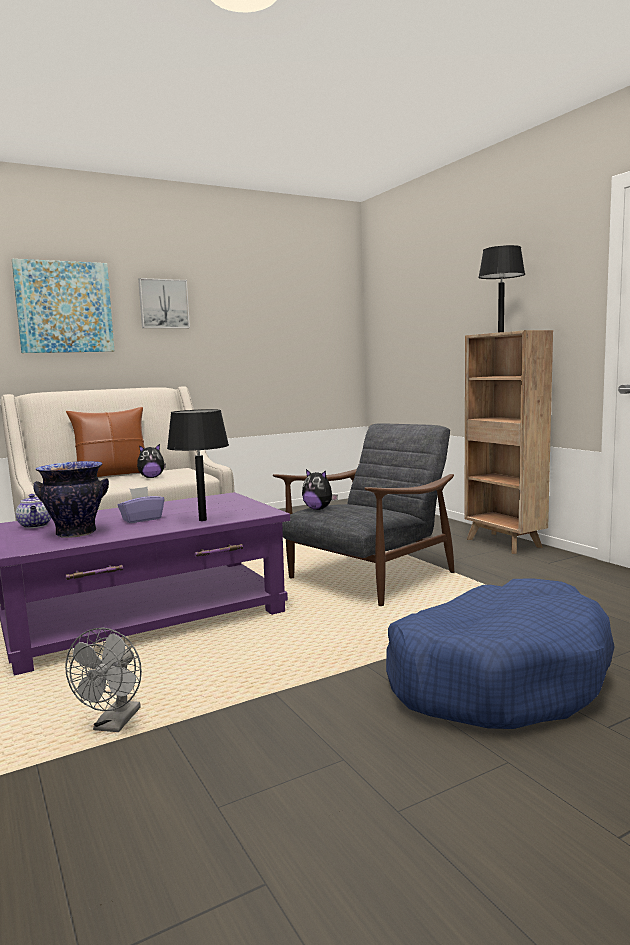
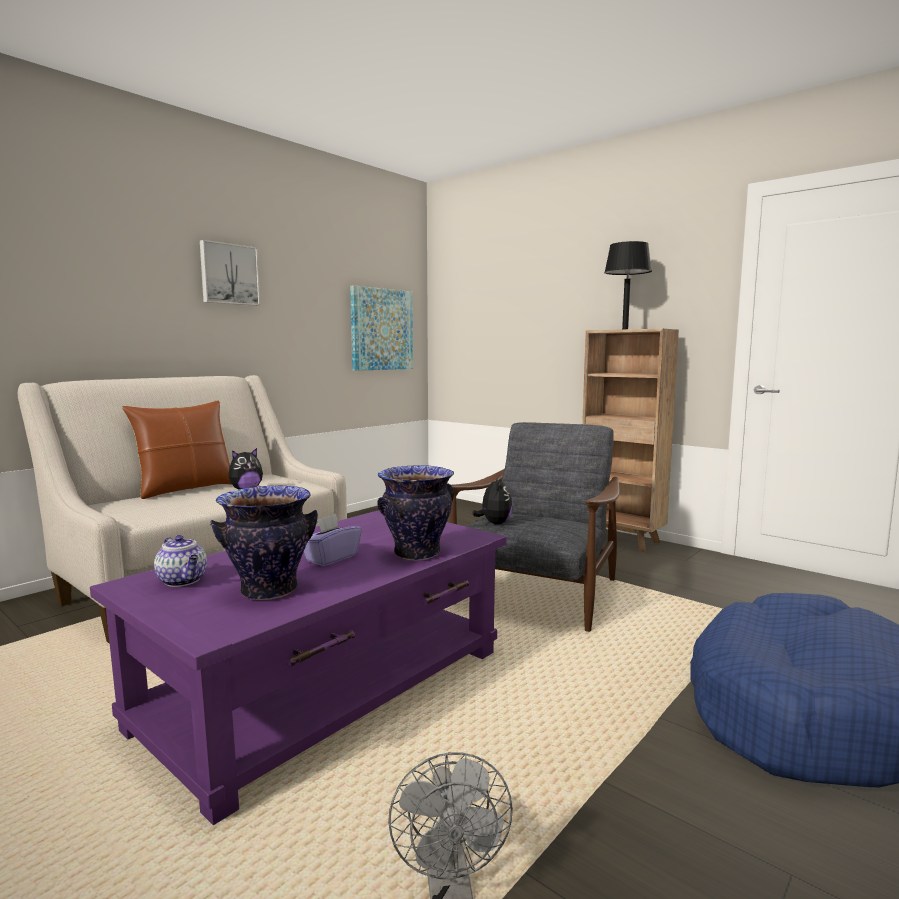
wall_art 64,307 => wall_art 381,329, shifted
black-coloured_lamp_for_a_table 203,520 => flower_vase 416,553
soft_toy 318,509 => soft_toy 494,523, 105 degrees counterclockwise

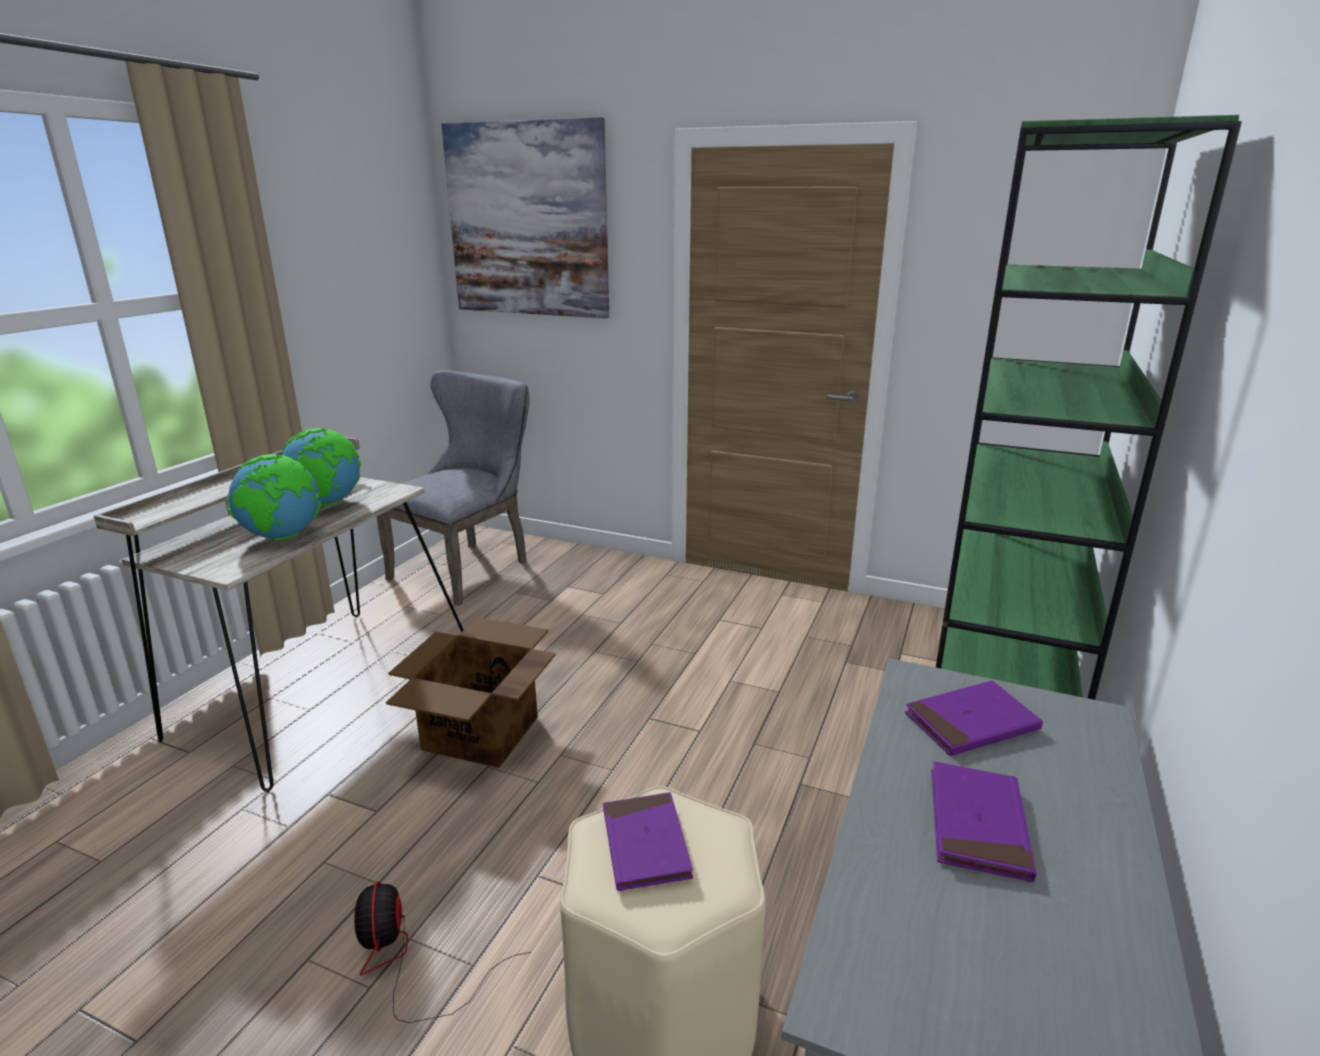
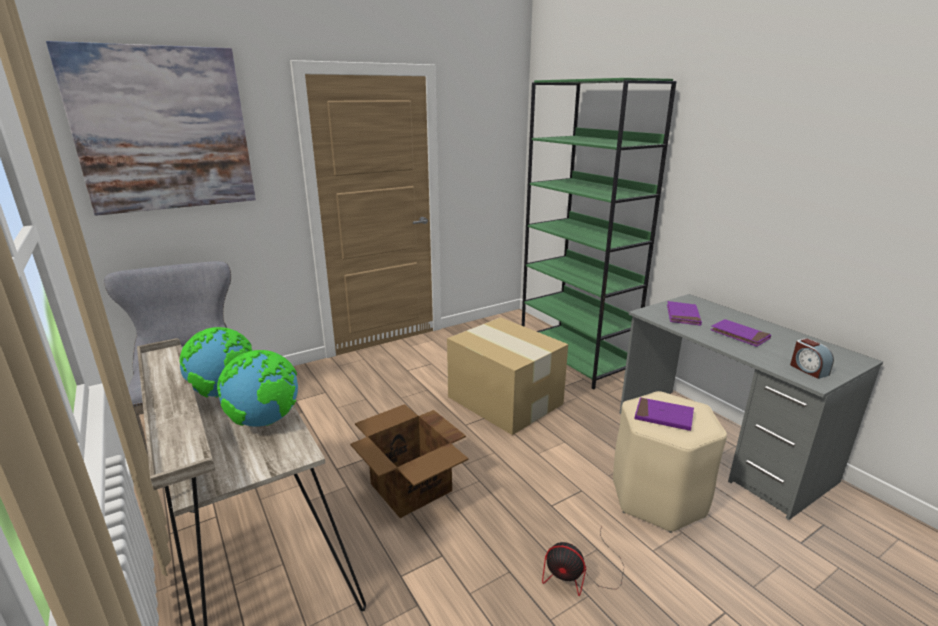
nothing => cardboard_box 505,401
nothing => table_clock 808,370

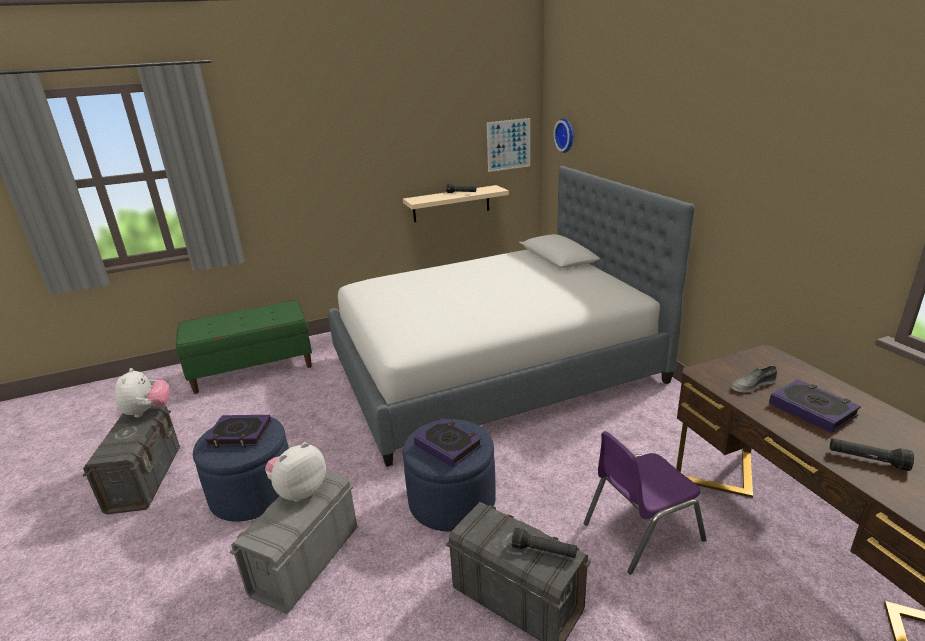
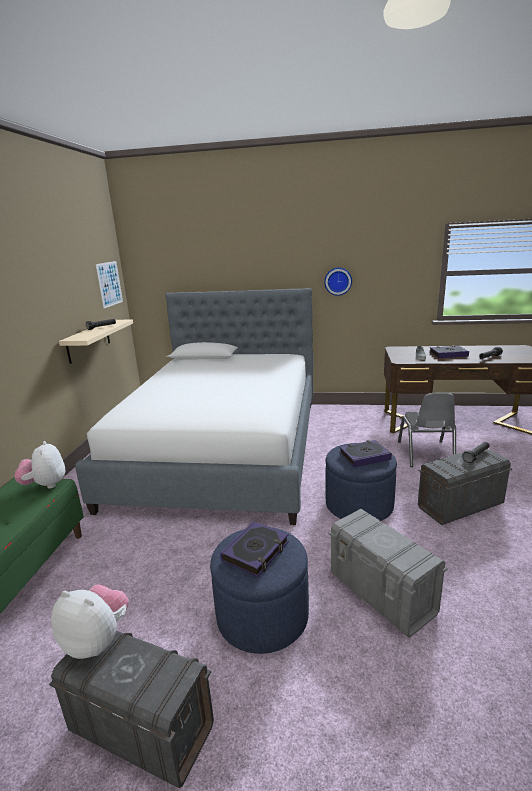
soft_toy 299,491 => soft_toy 45,485, shifted
wall_clock 566,135 => wall_clock 338,281, shifted
purple_upright_chair 641,531 => greyish_upright_chair 425,454

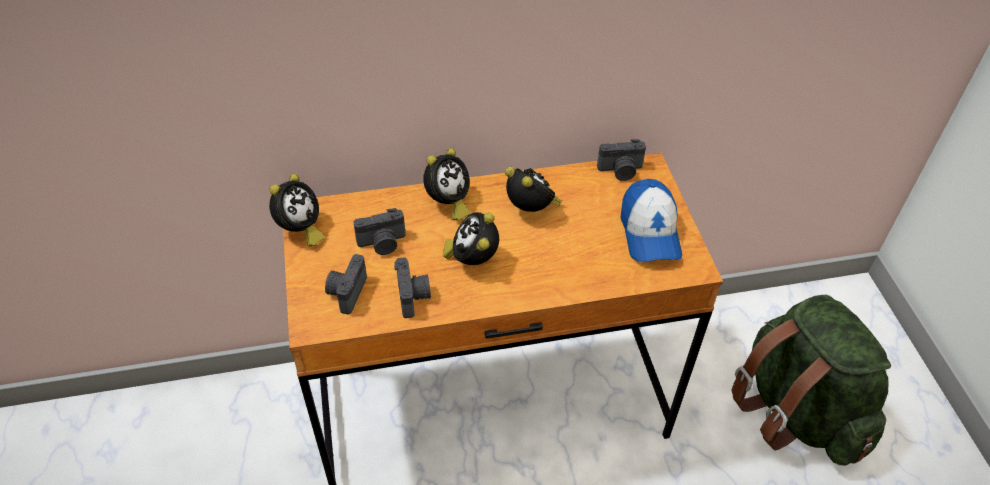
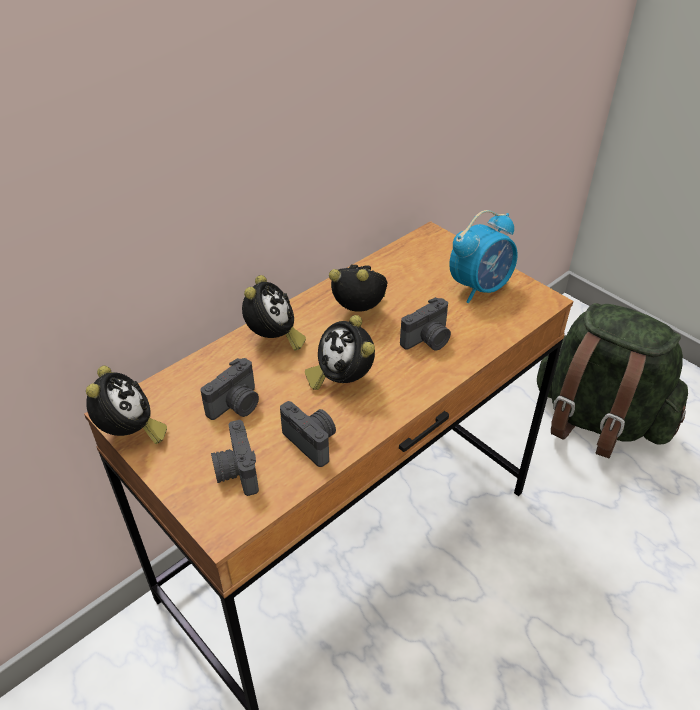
still_camera 620,171 => still_camera 428,340, shifted
peaked_cap 649,232 => table_clock 480,287

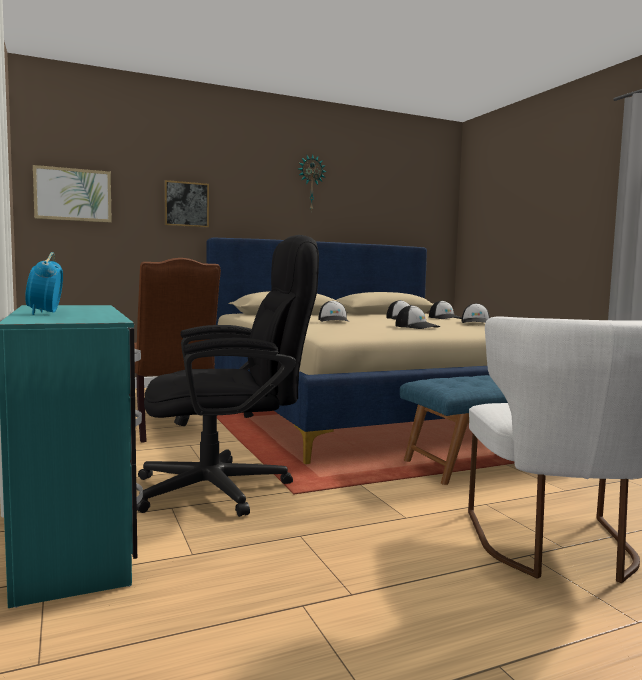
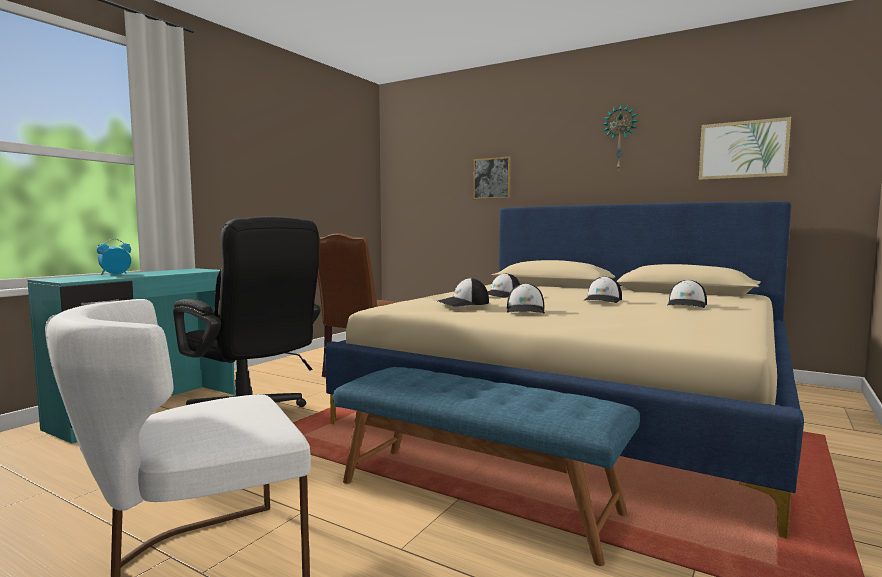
wall_art 73,194 => wall_art 743,150, shifted
peaked_cap 476,322 => peaked_cap 463,303, shifted

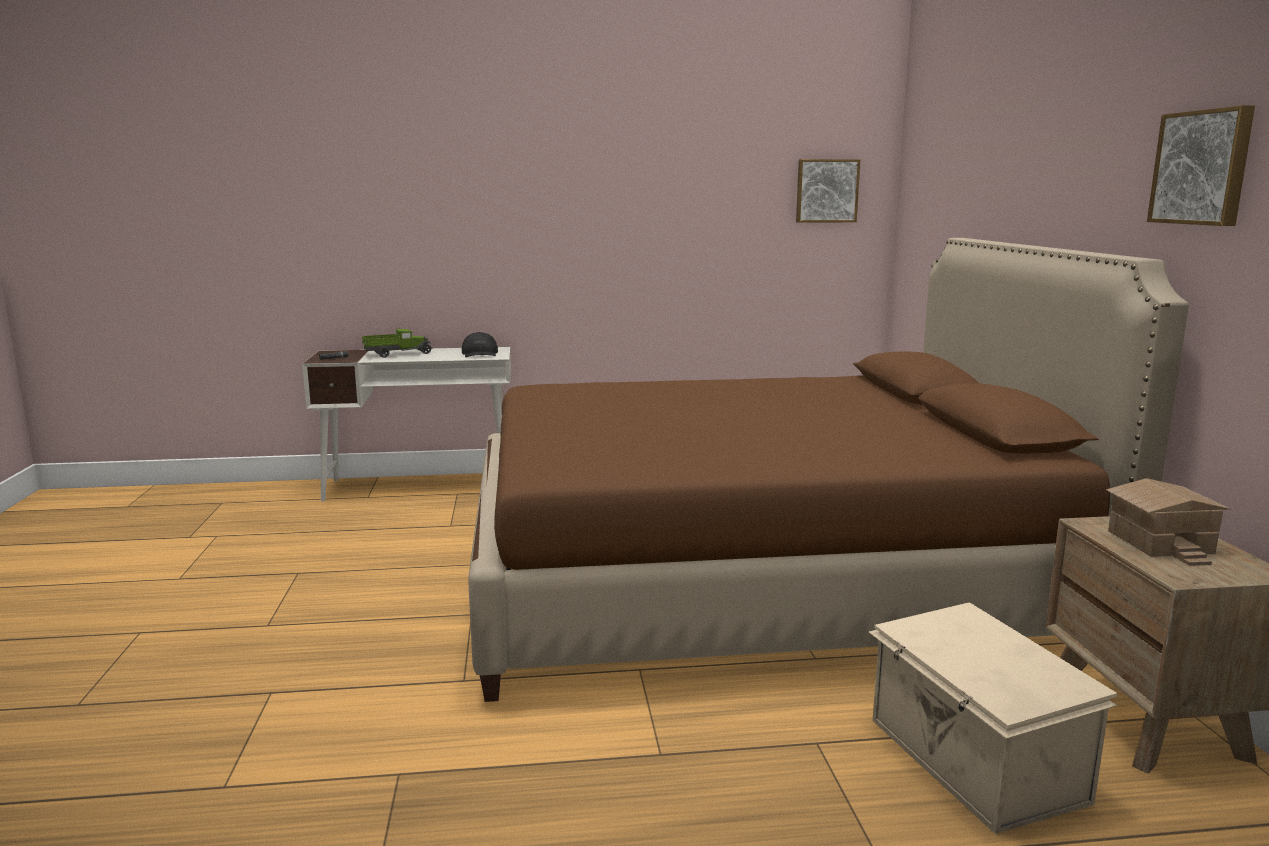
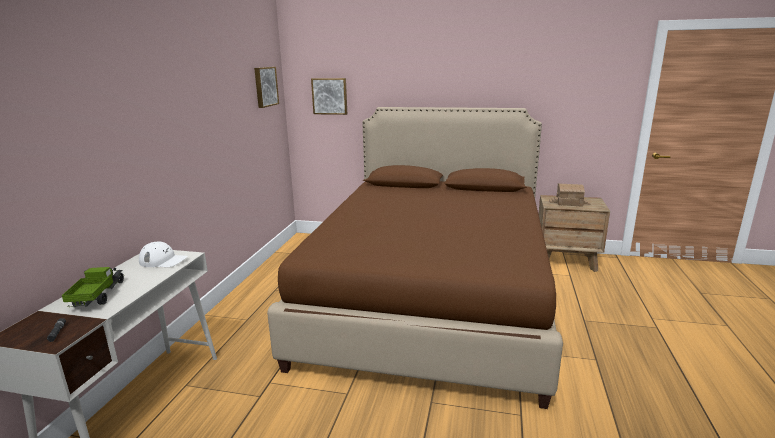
black-coloured_peaked_cap 480,354 => white-coloured_peaked_cap 163,260
beige-coloured_storage_container 973,761 => nothing
wall_art 1203,167 => wall_art 330,96, shifted

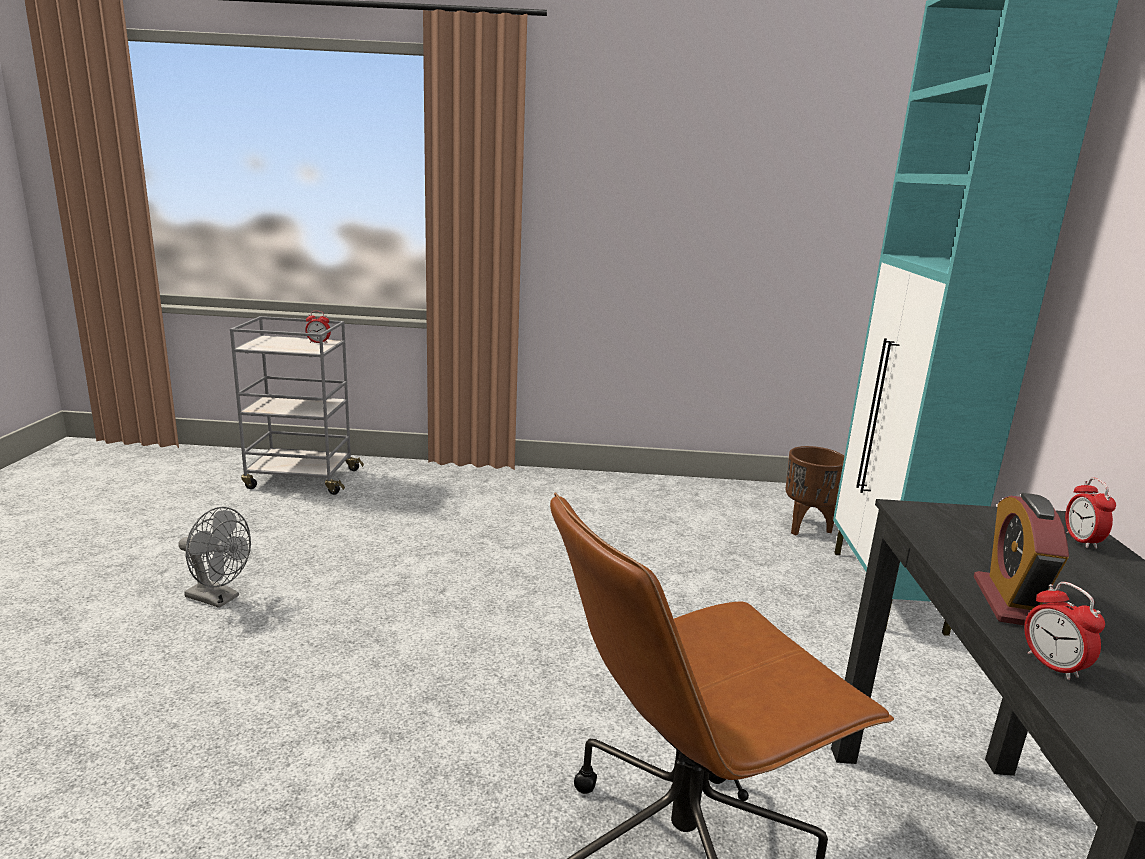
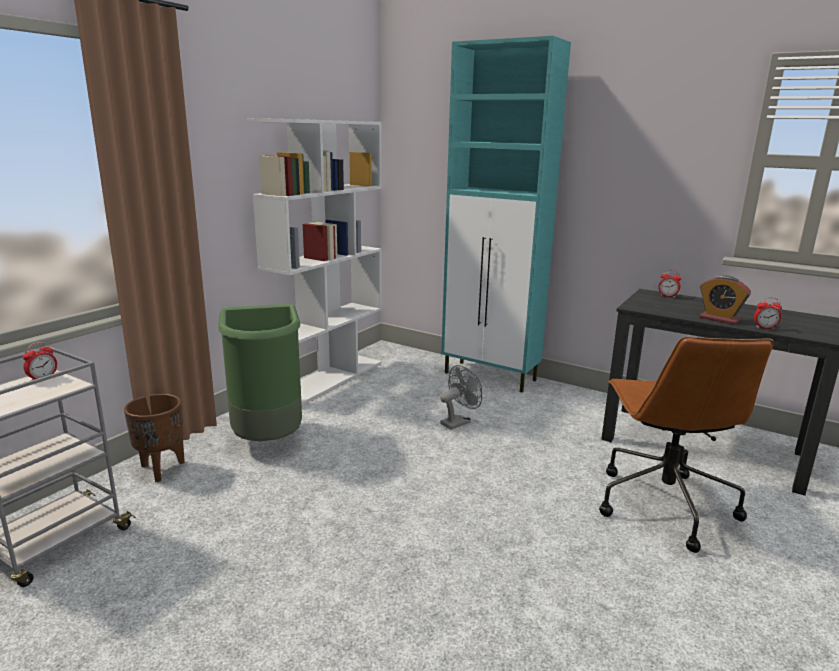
greyish_electric_fan 219,598 => greyish_electric_fan 459,422, shifted
brown_planter 806,527 => brown_planter 161,469, shifted
nothing => green_trash_can 268,438
nothing => white-coloured_shelving_unit 328,379

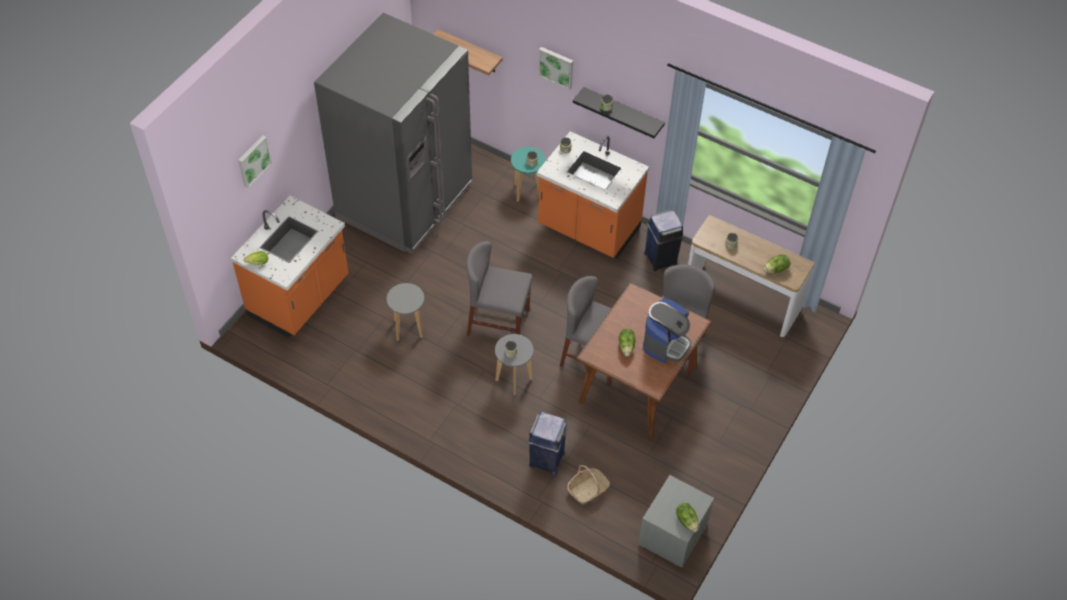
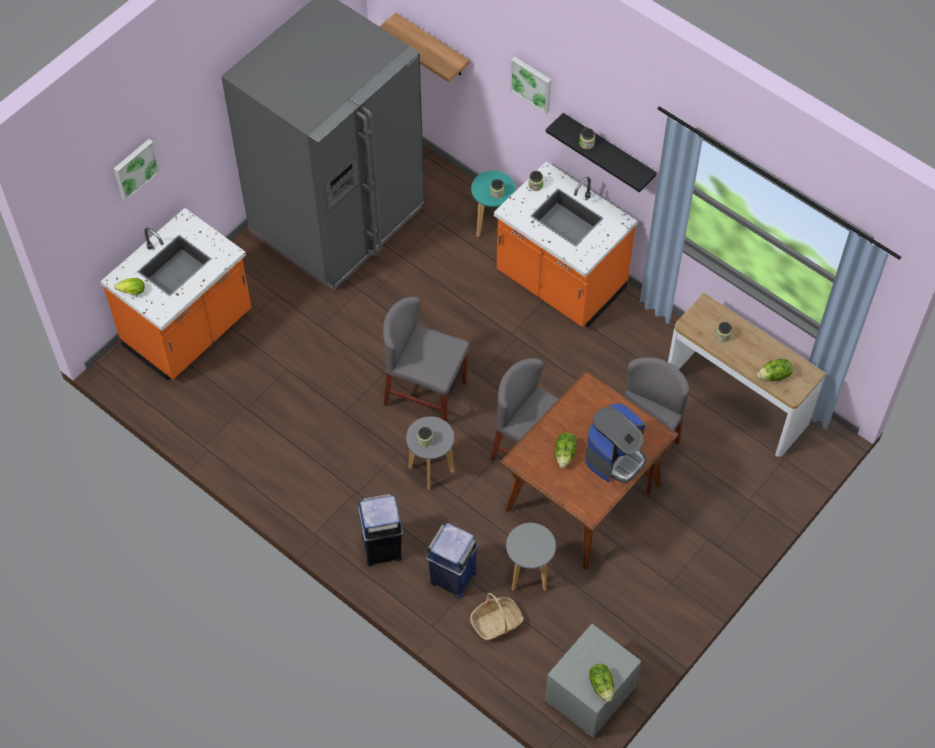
greyish_stool_seat 408,328 => greyish_stool_seat 528,574, shifted
bluish_trash_can 661,258 => bluish_trash_can 383,548, shifted

